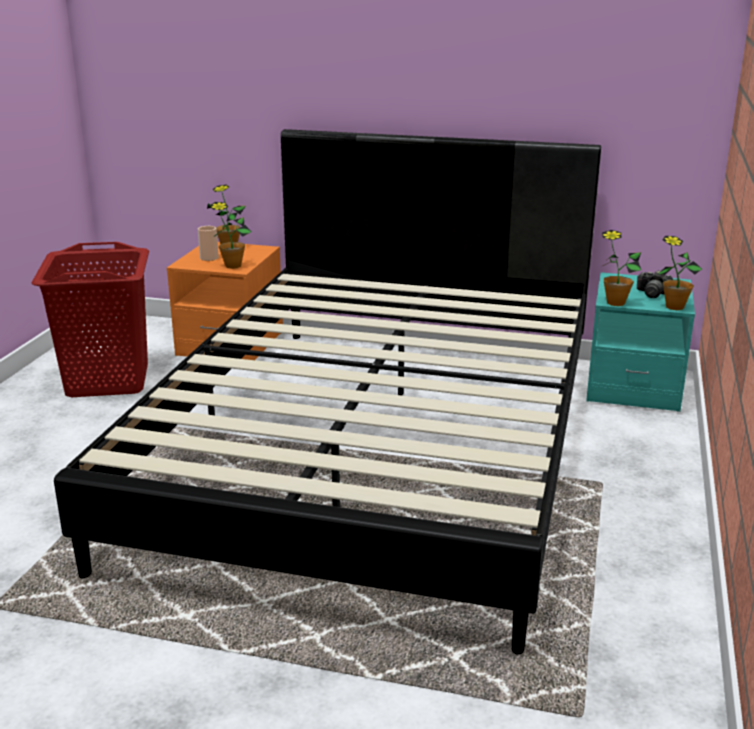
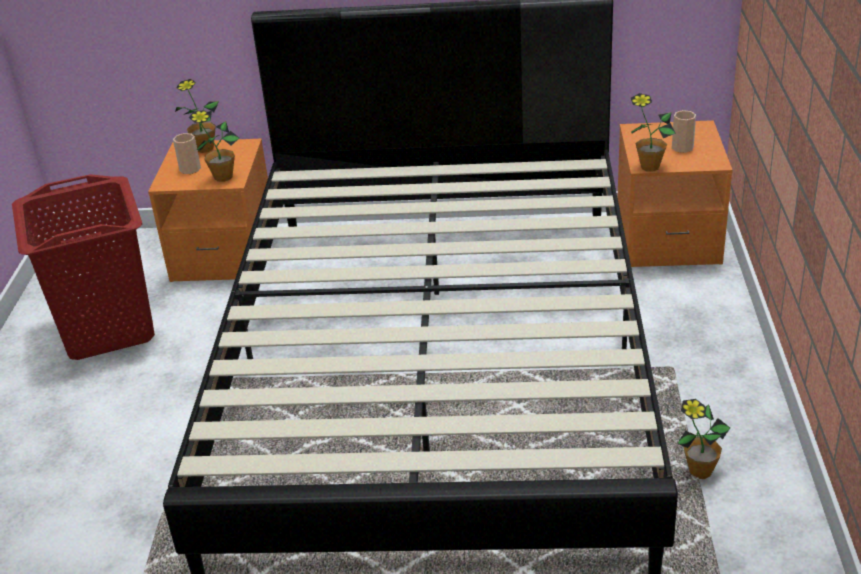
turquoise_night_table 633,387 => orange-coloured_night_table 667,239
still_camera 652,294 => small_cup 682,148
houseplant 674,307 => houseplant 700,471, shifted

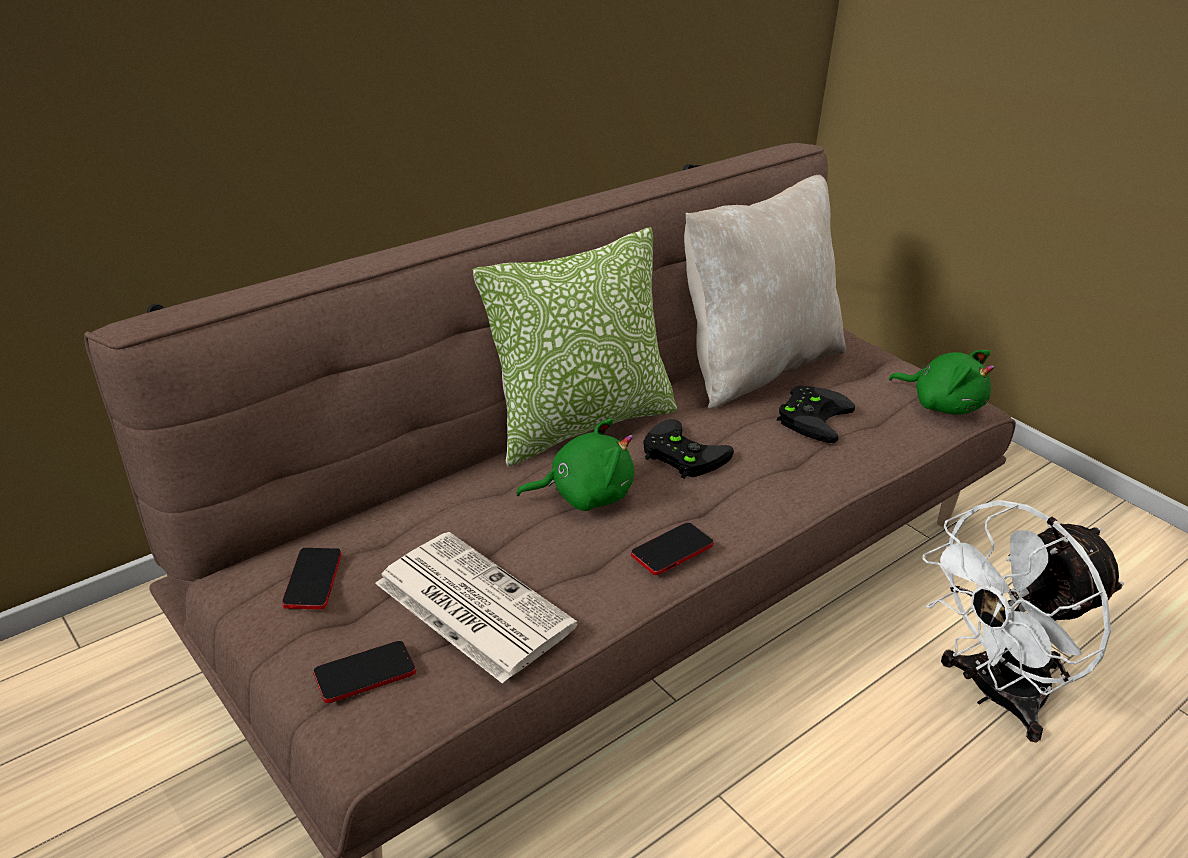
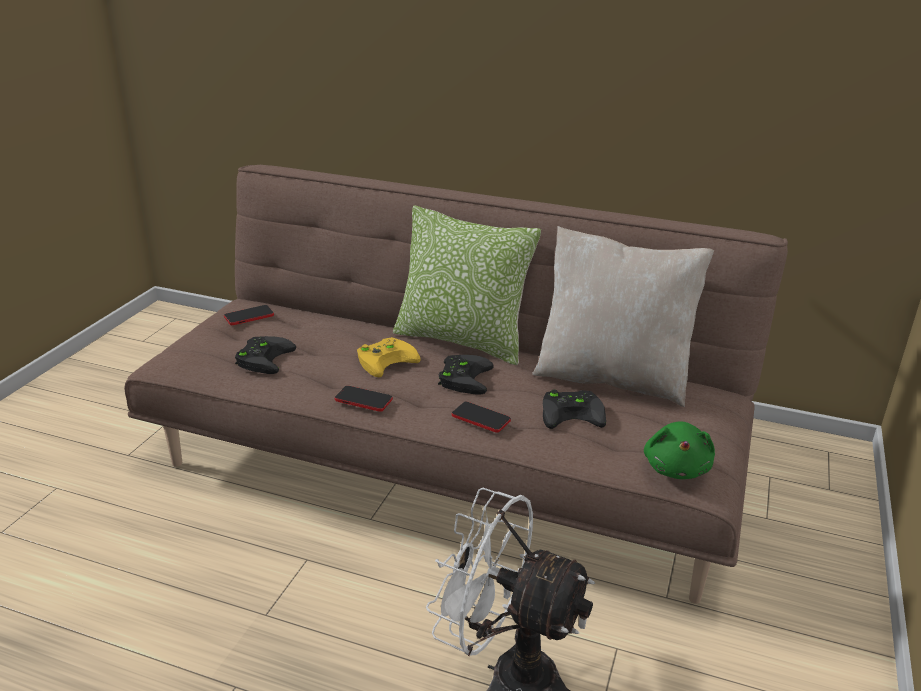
telephone 365,673 => telephone 481,418, shifted
printed_paper 470,605 => black-coloured_gamepad 263,357
green_soft_toy 584,495 => yellowish_gamepad 386,359

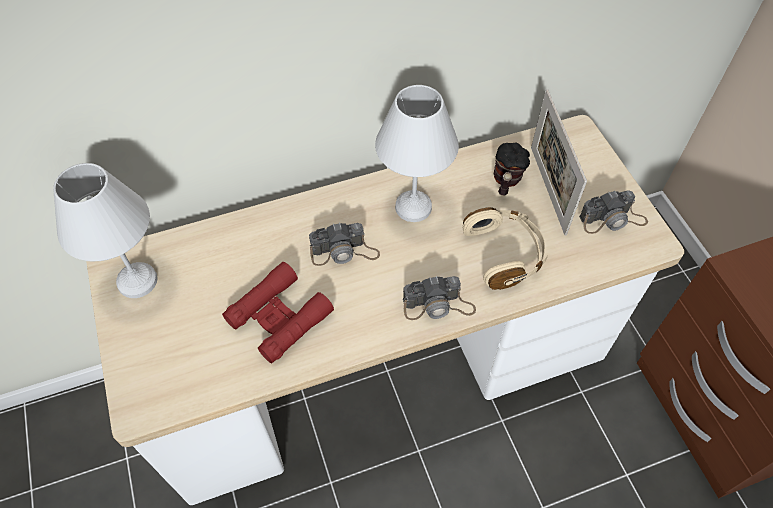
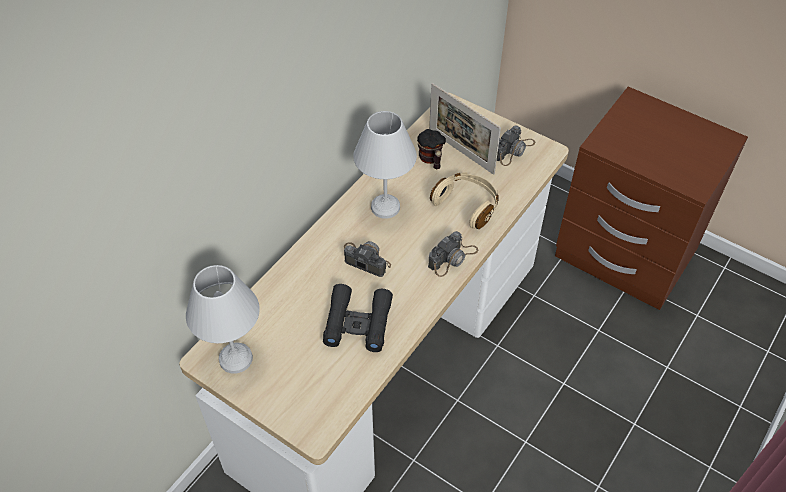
red_field_glasses 279,317 => black-coloured_field_glasses 358,323
still_camera 344,252 => still_camera 364,259, 105 degrees counterclockwise

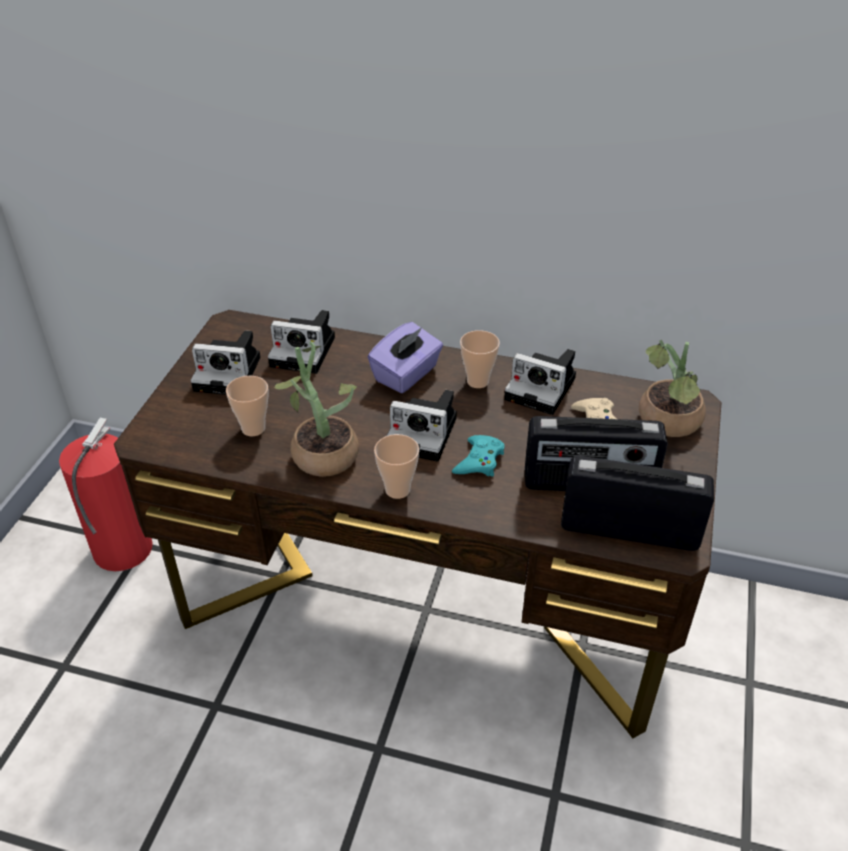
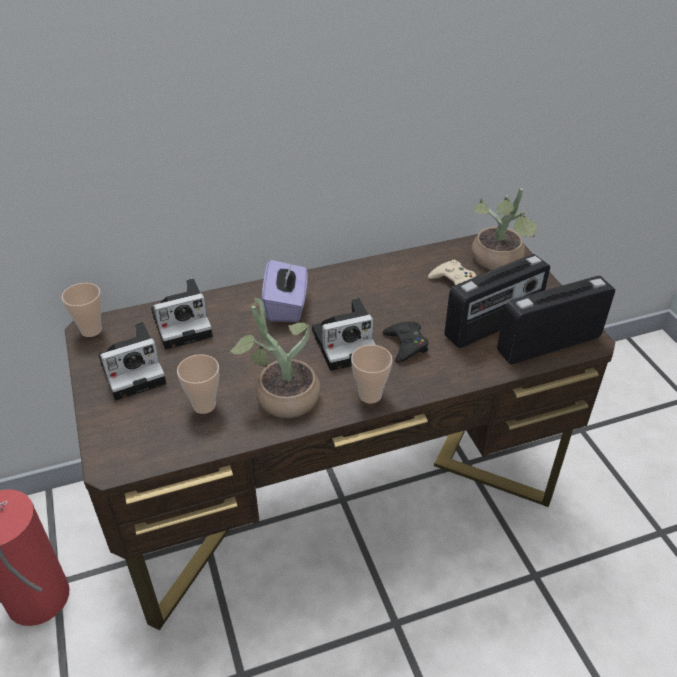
turquoise_gamepad 479,461 => black-coloured_gamepad 406,345
small_cup 477,381 => small_cup 91,330, shifted
still_camera 543,389 => nothing

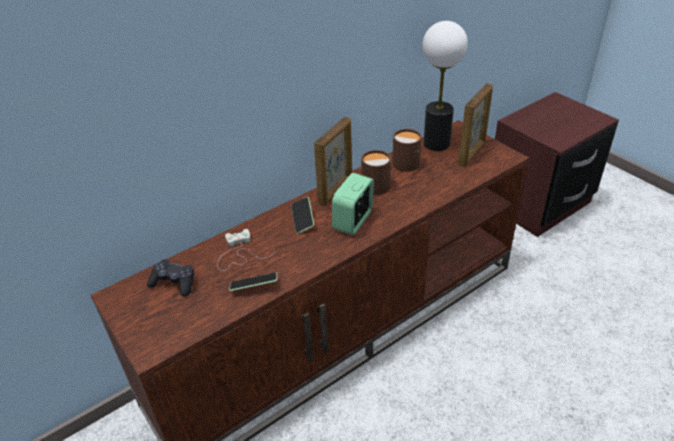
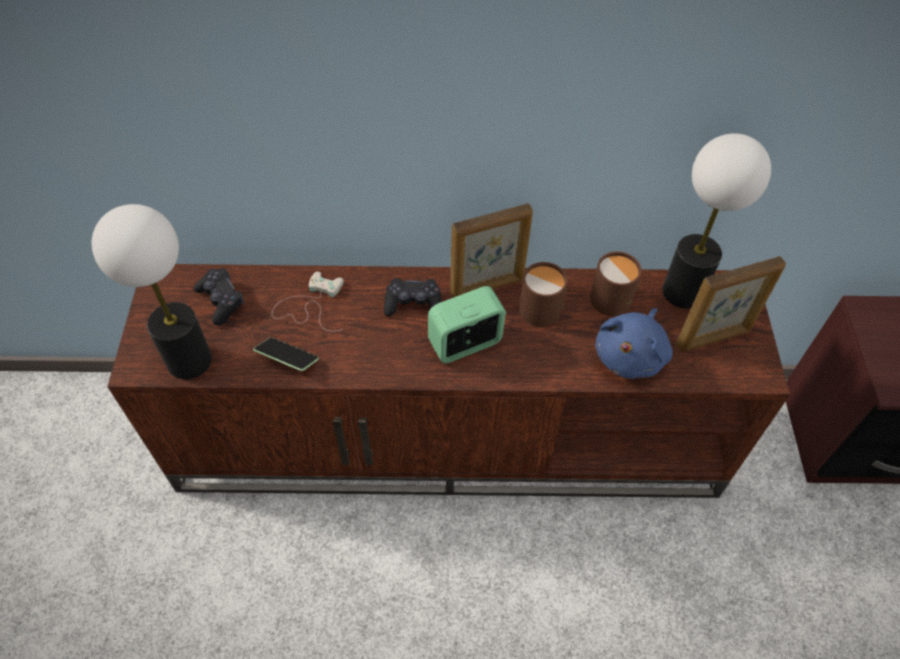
telephone 302,219 => black-coloured_gamepad 413,304
nothing => lamp_for_a_table 189,360
nothing => bluish_soft_toy 631,355

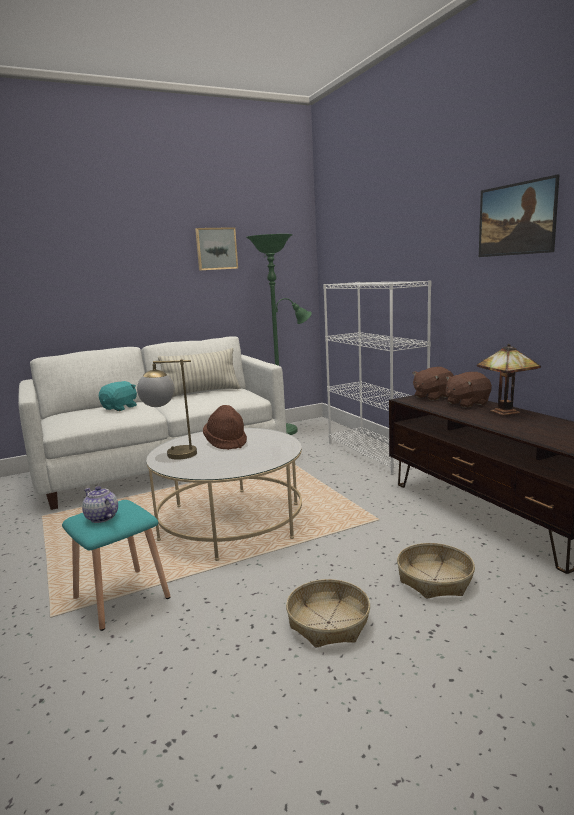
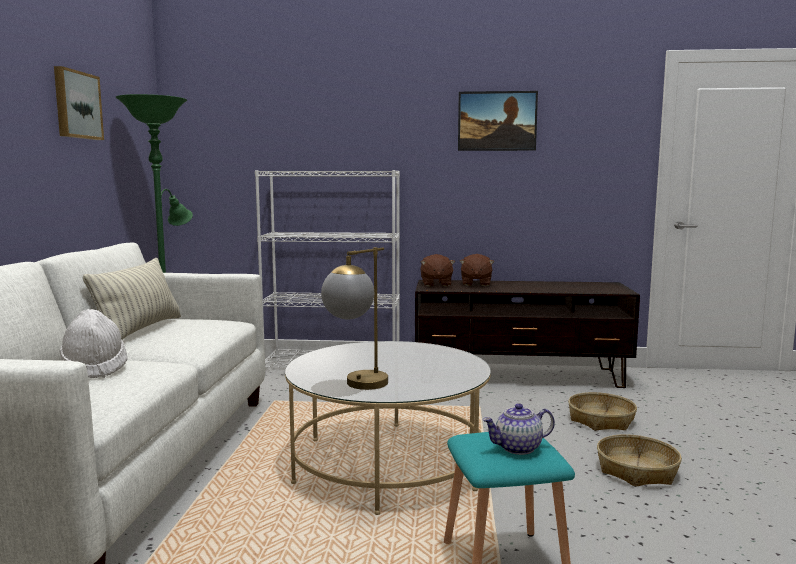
turquoise_soft_toy 120,408 => white-coloured_clothing_hat 94,368
brown_clothing_hat 226,443 => nothing
lamp_for_a_table 505,411 => nothing

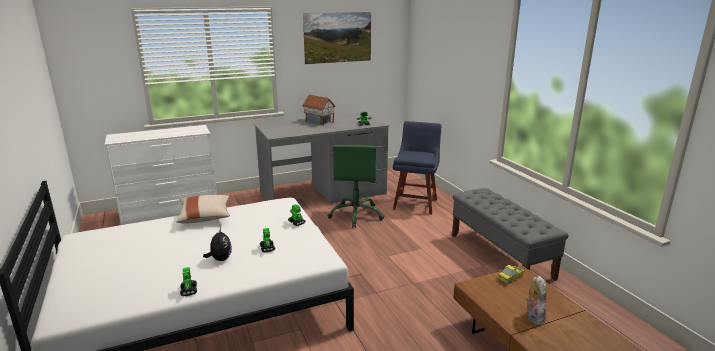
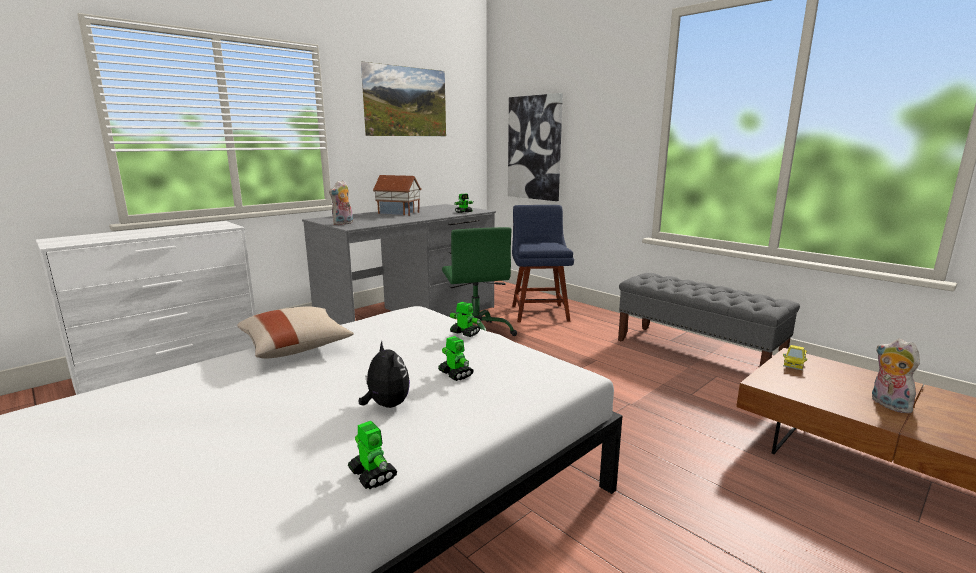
nothing => soft_toy 343,224
nothing => wall_art 534,148

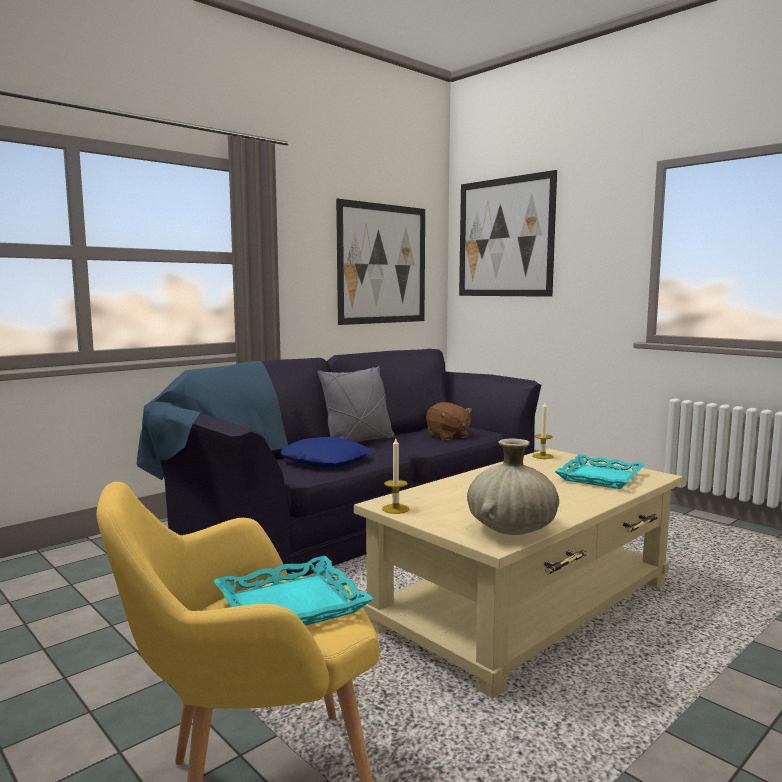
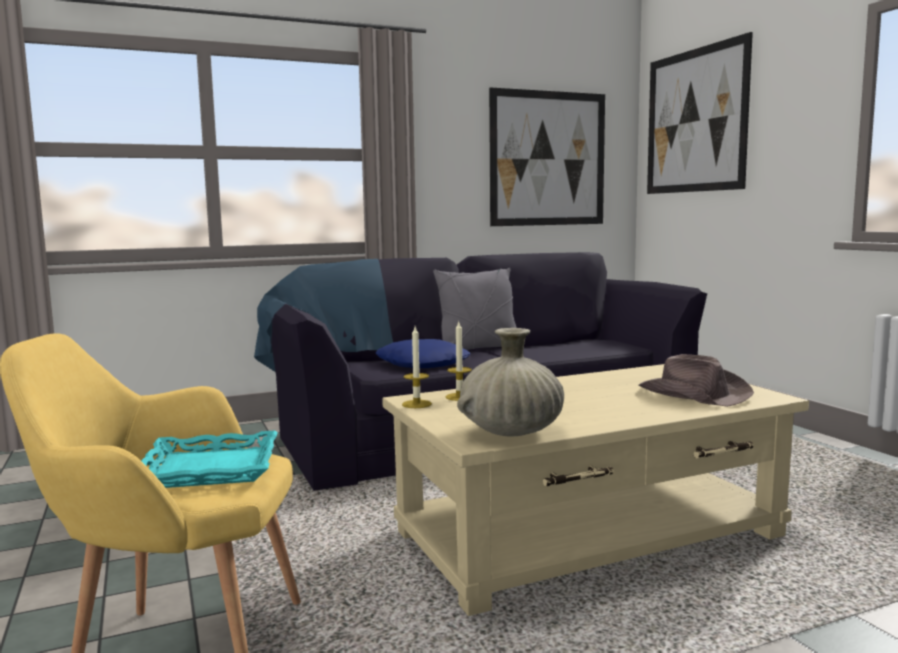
brown_soft_toy 448,436 => nothing
candle 542,456 => candle 459,397, shifted
turquoise_carrying_tray 599,477 => brown_clothing_hat 693,393

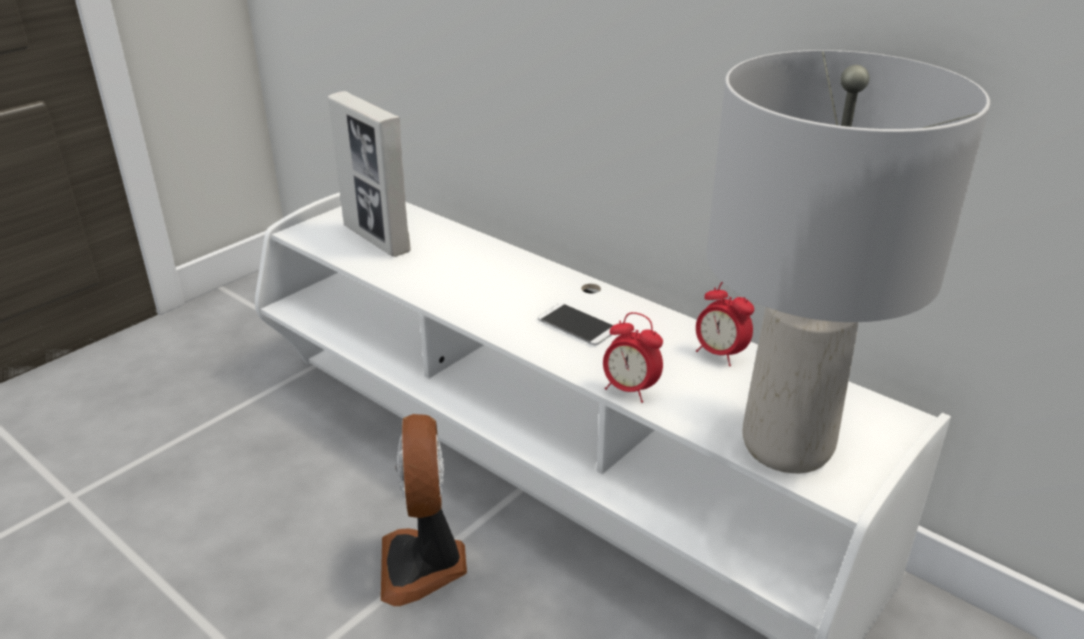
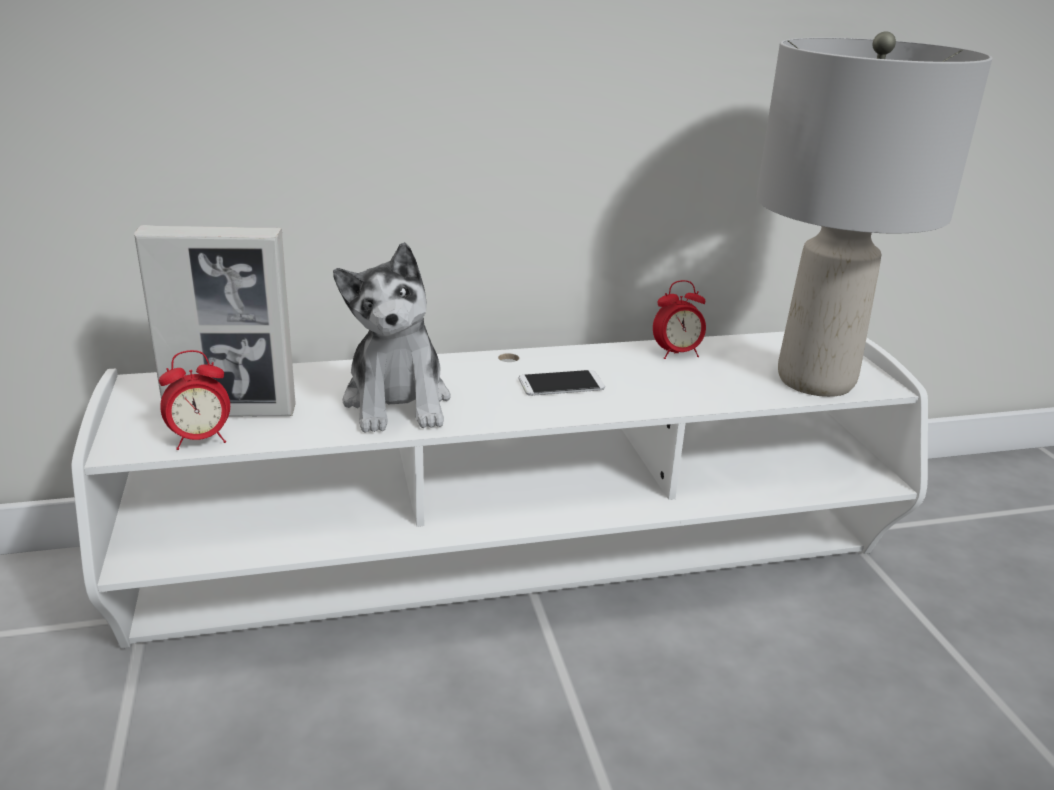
electric_fan 424,565 => nothing
table_clock 629,390 => table_clock 200,440, shifted
nothing => soft_toy 398,402

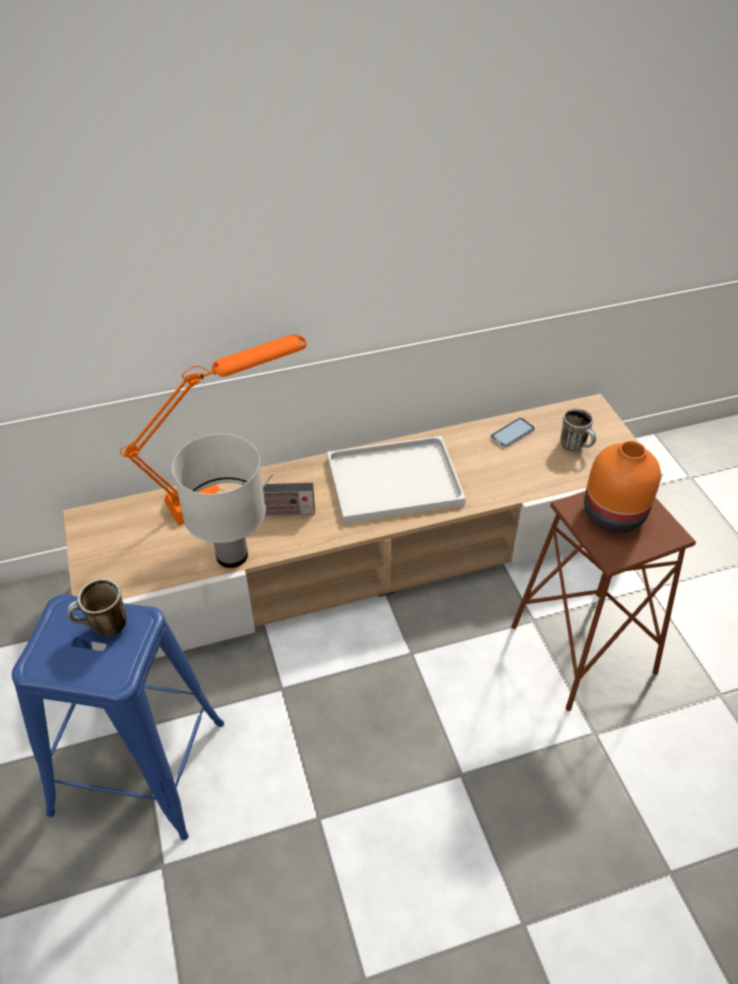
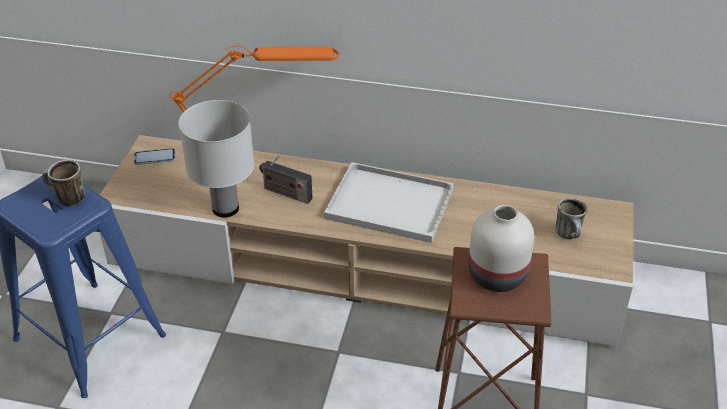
telephone 512,433 => telephone 154,157, shifted
orange-coloured_flower_vase 615,515 => white-coloured_flower_vase 498,276

